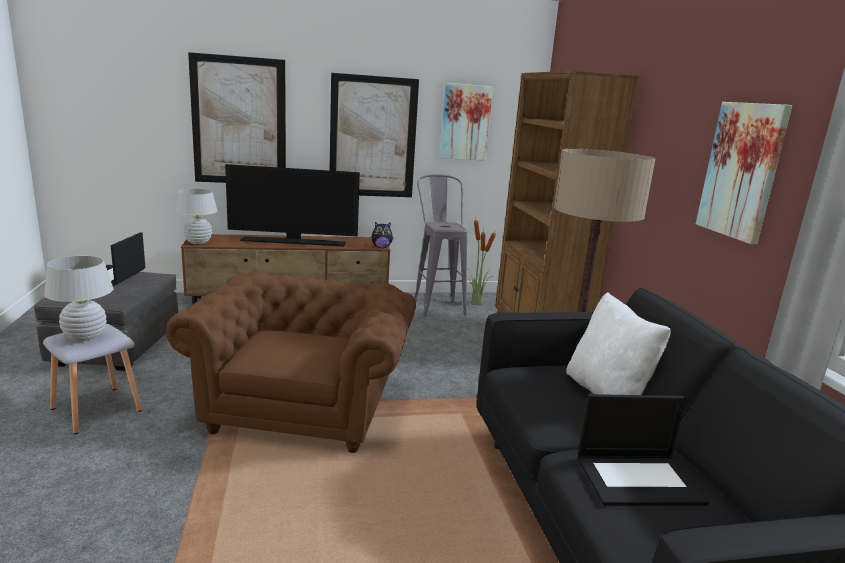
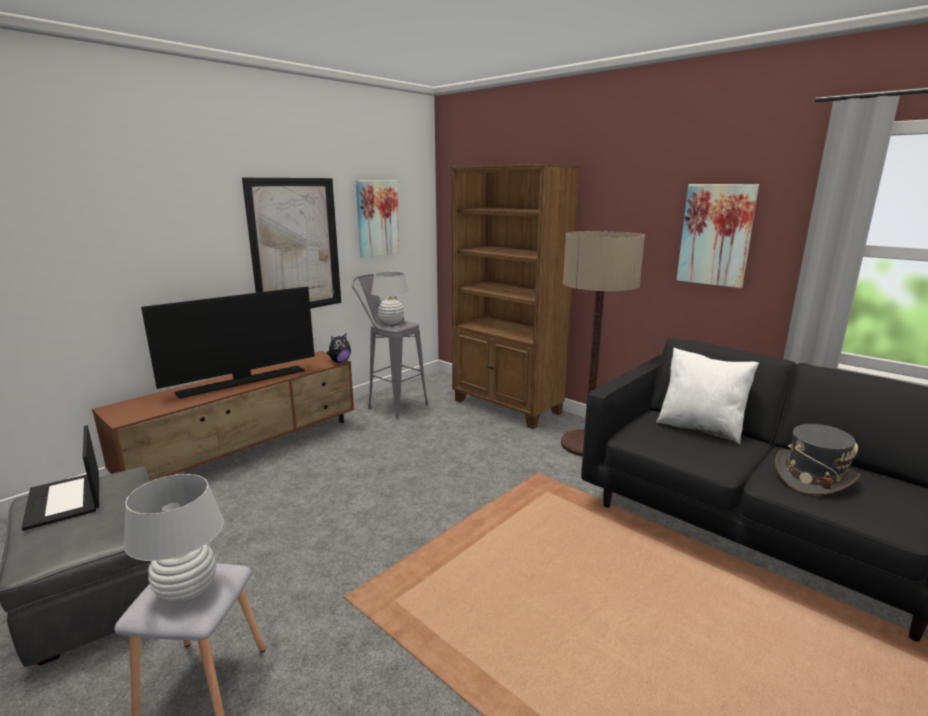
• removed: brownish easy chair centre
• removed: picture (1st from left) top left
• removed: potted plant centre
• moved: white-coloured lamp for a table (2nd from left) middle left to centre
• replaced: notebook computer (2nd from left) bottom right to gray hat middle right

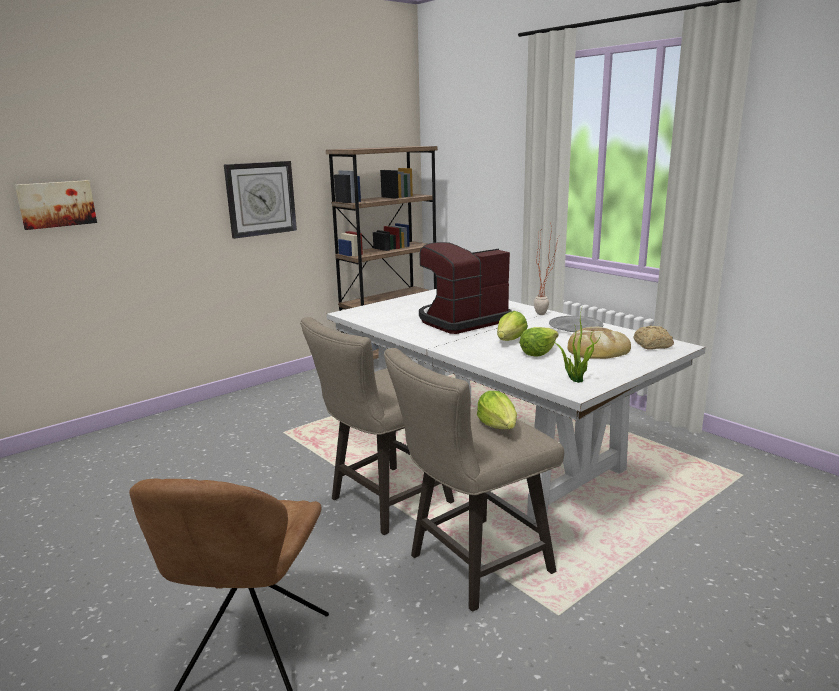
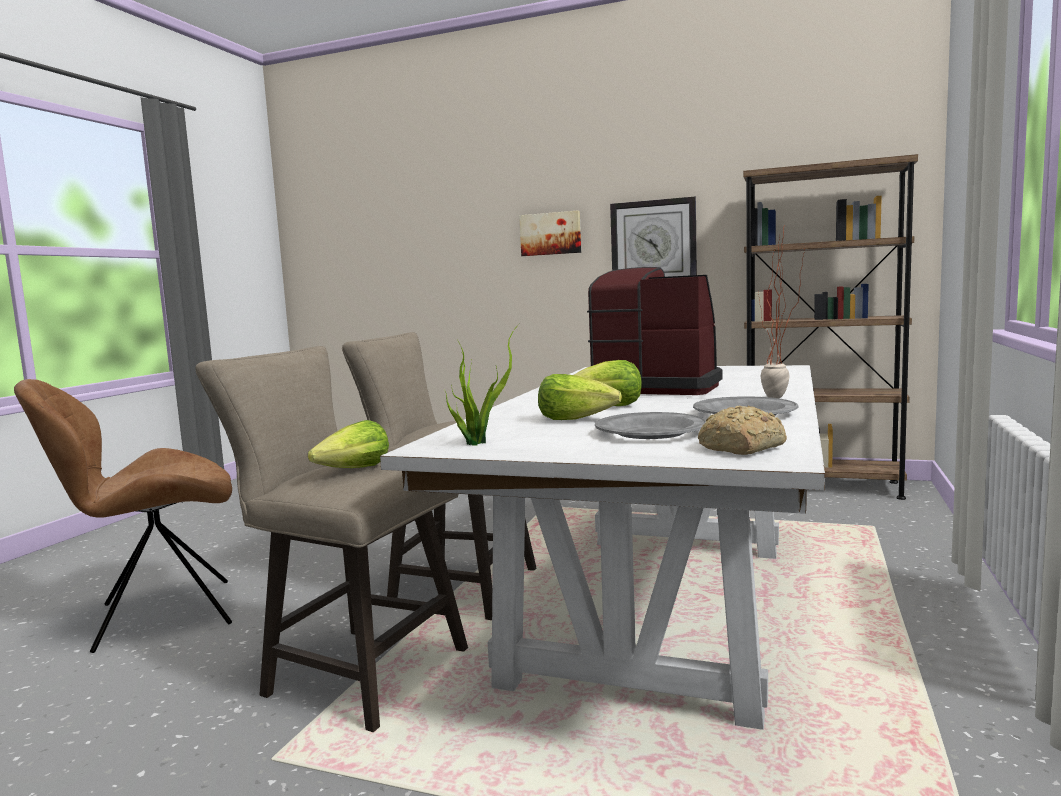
• moved: picture top left to top centre
• replaced: bakery bread (1st from left) middle right to gray flat dish (1st from left) centre

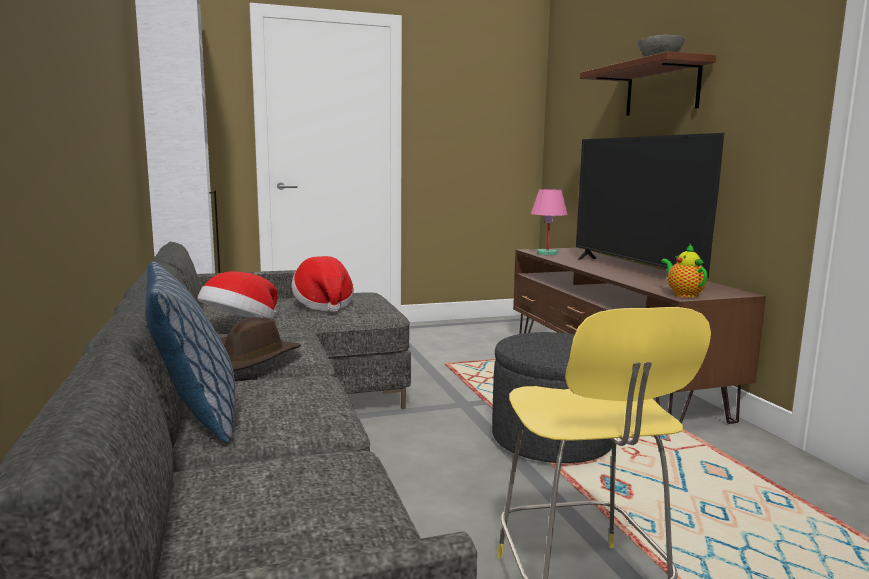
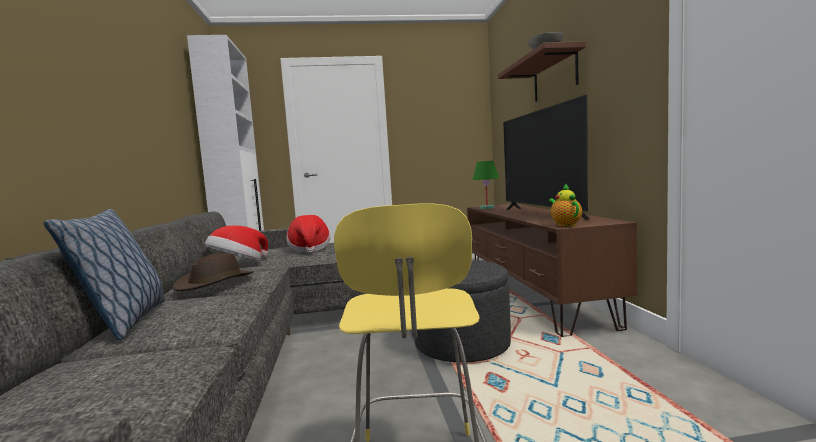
• recoloured: pink-coloured lamp for a table centre to green lamp for a table centre

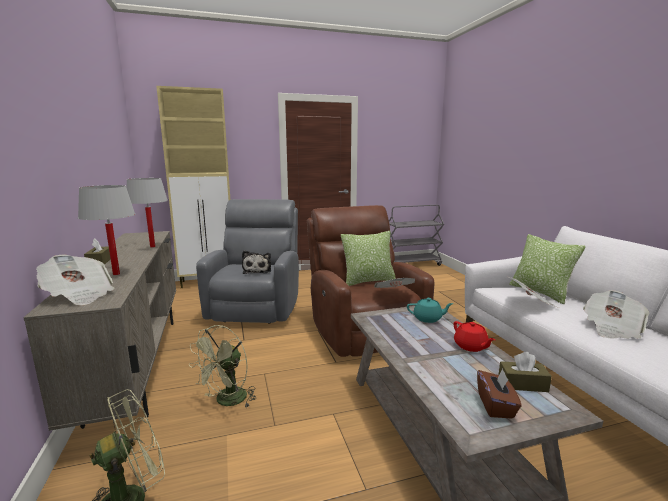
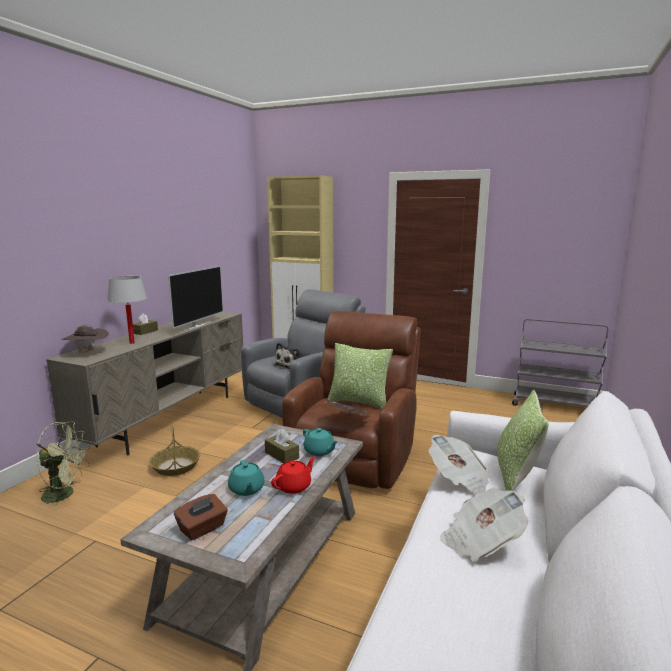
• added: turquoise tea pot (1st from left) bottom centre
• moved: brownish box of tissues (3rd from left) bottom right to centre
• replaced: printed paper (1st from left) middle left to brownish hat middle left
• replaced: white-coloured lamp for a table (2nd from left) middle left to TV middle left
• replaced: green cooling fan (2nd from left) bottom left to basket bottom left
• turned: red tea pot bottom right = bottom centre 150 degrees counterclockwise

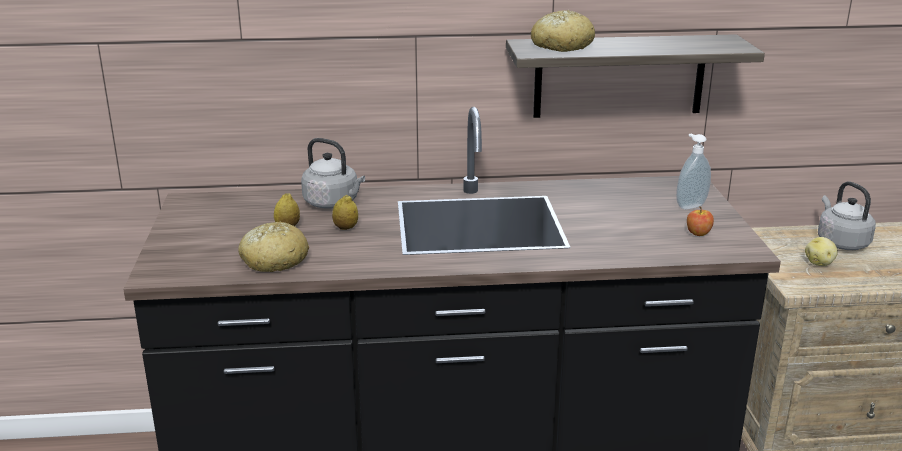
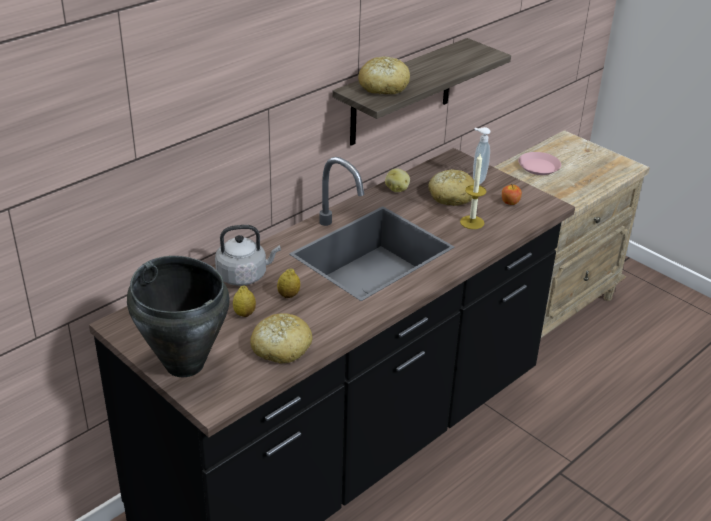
• added: black-coloured cooking pot middle left
• added: bakery bread (3rd from left) centre
• added: wax candle centre
• moved: potato middle right to centre
• replaced: gray water kettle (2nd from left) middle right to pink-coloured flat dish top right

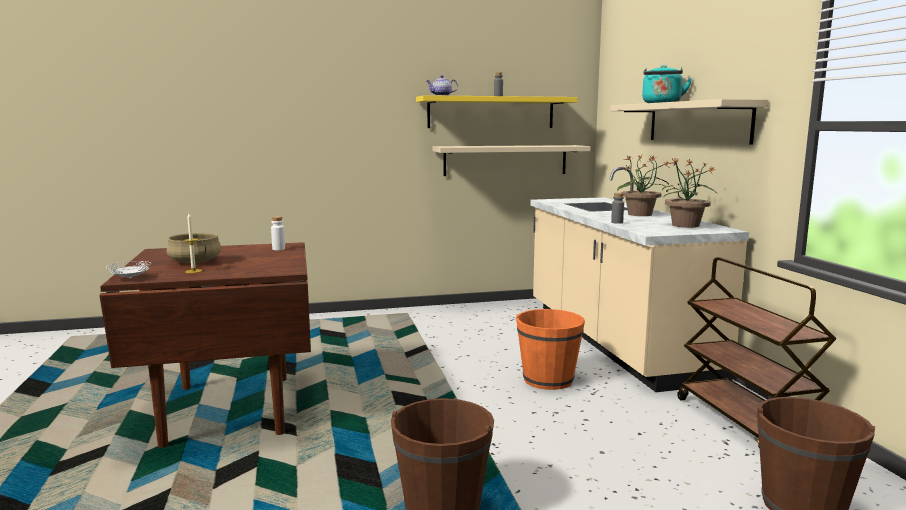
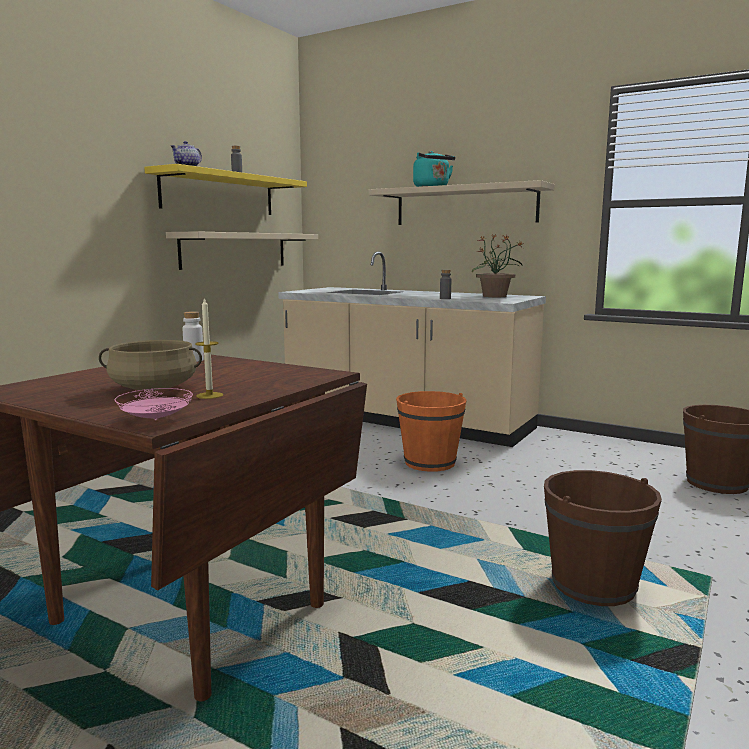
• removed: potted plant (1st from left) middle right
• removed: brownish wheeled cart bottom right
• recoloured: white-coloured flat dish middle left to pink-coloured flat dish middle left

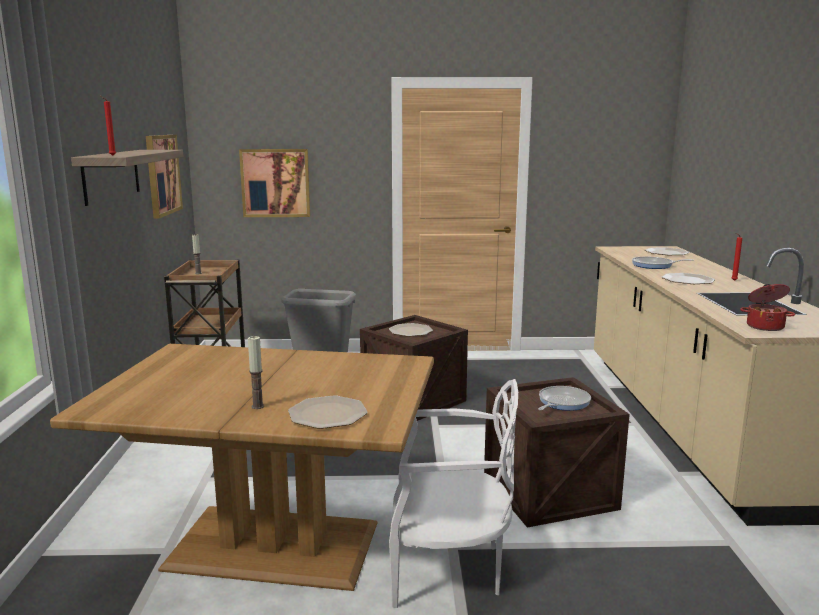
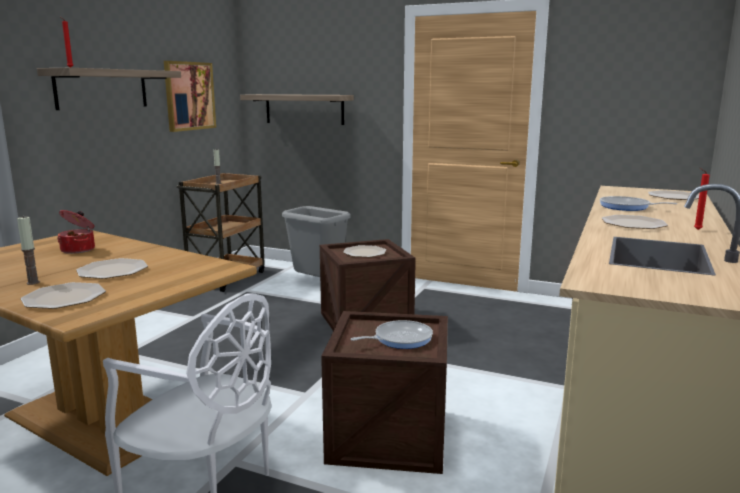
• added: flat dish (2nd from left) middle left
• moved: cooking pot middle right to middle left
• replaced: picture (2nd from left) top centre to wall shelf (2nd from left) top centre

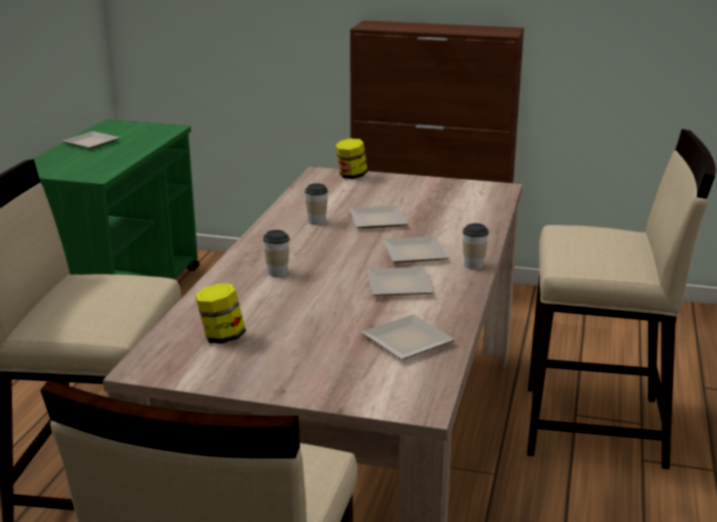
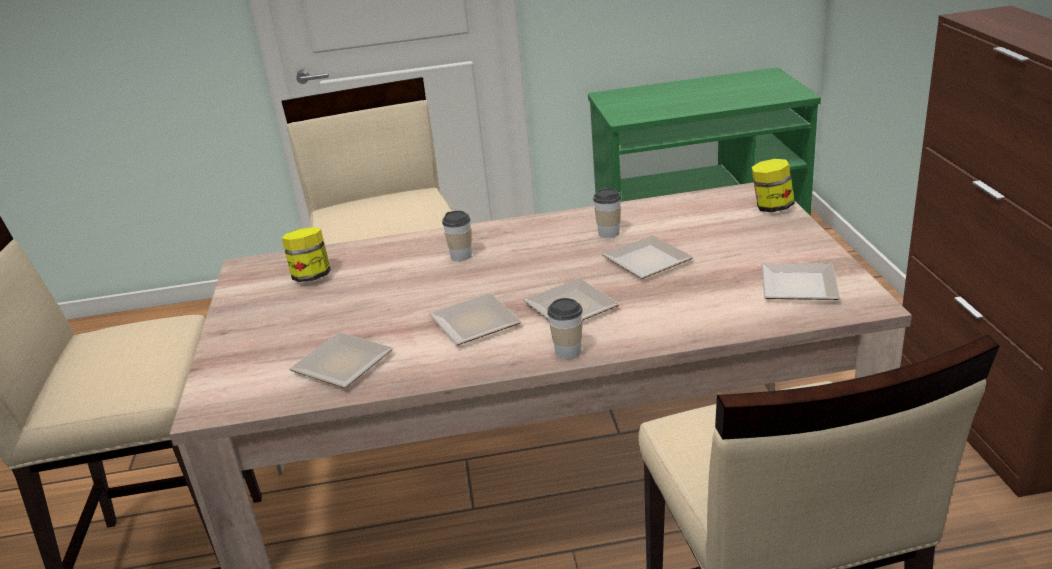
• moved: flat dish (1st from left in the first image) top left to flat dish (5th from left) middle right

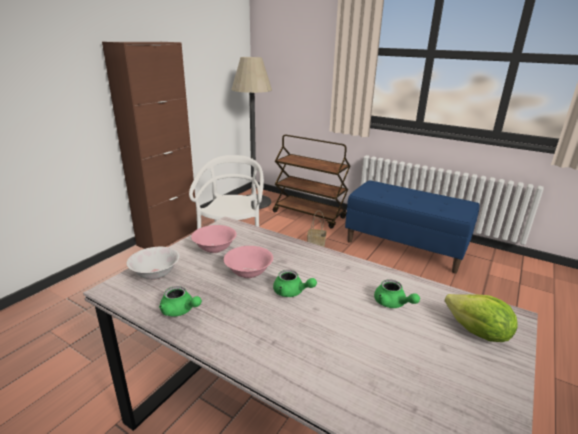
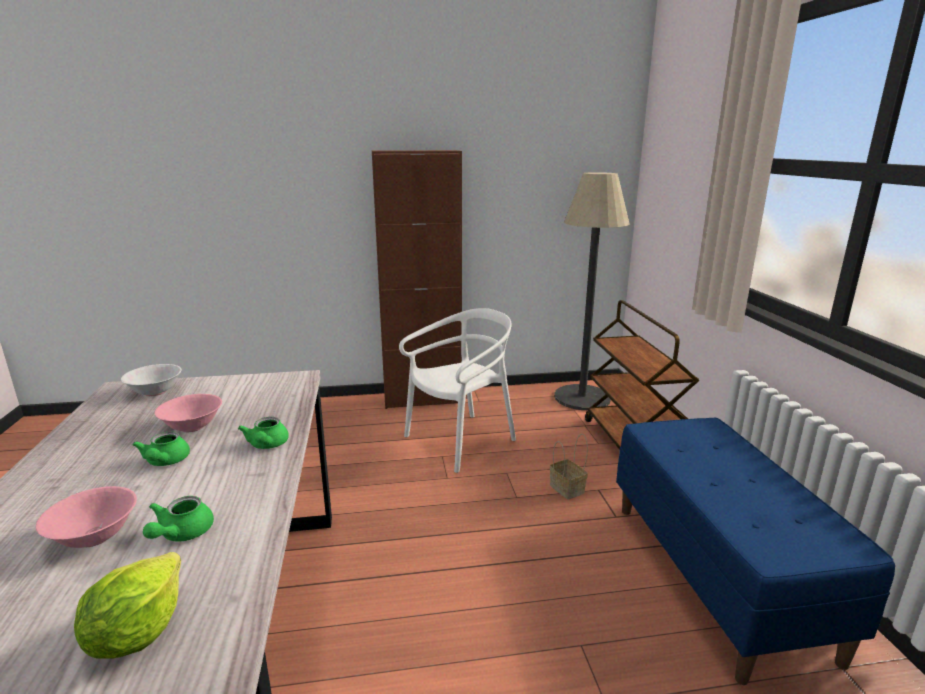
• moved: green tea pot (1st from left in the first image) bottom left to green tea pot (3rd from left) middle left
• moved: pink-coloured bowl (1st from left) centre to bottom left

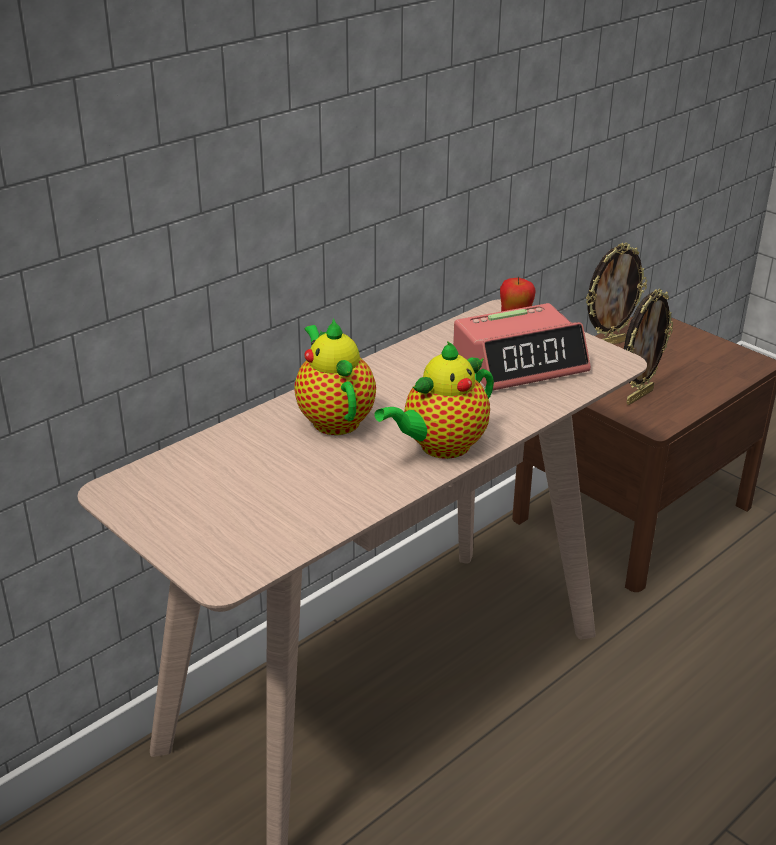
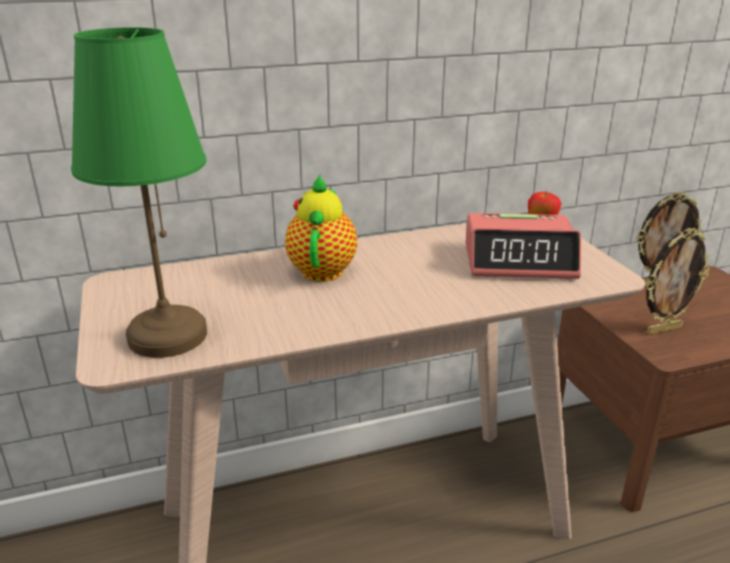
• removed: tea pot (2nd from left) centre
• added: green lamp for a table middle left

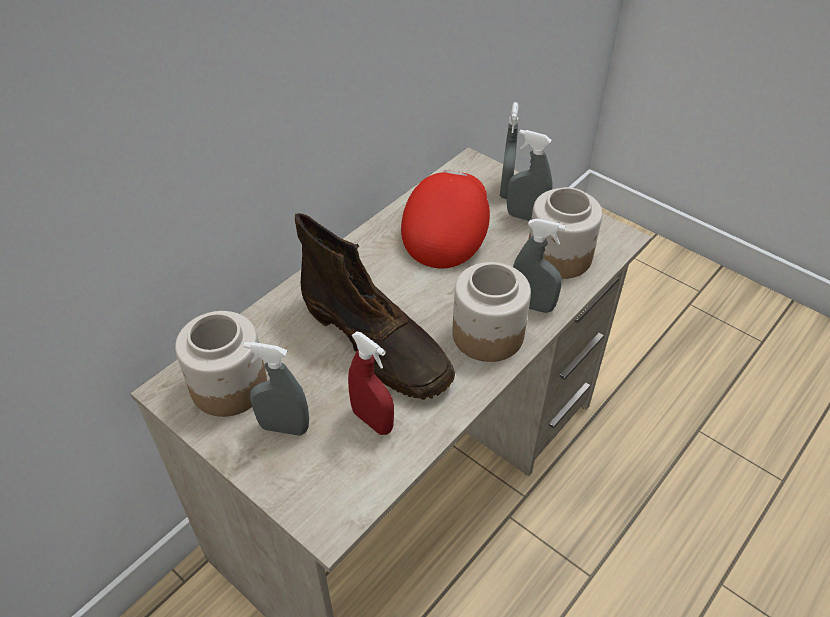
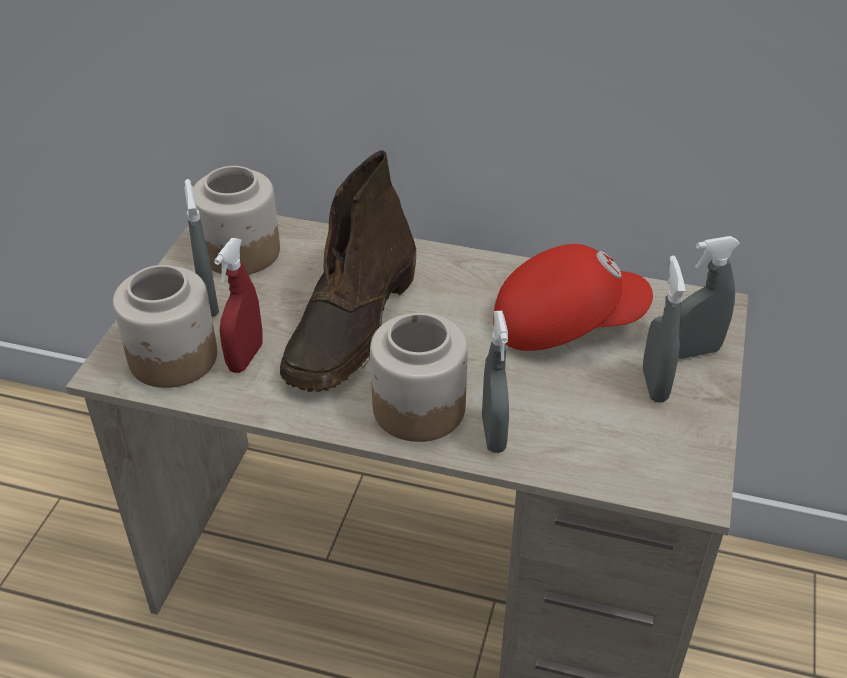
• moved: jar (3rd from left in the first image) middle right to jar (1st from left) middle left

